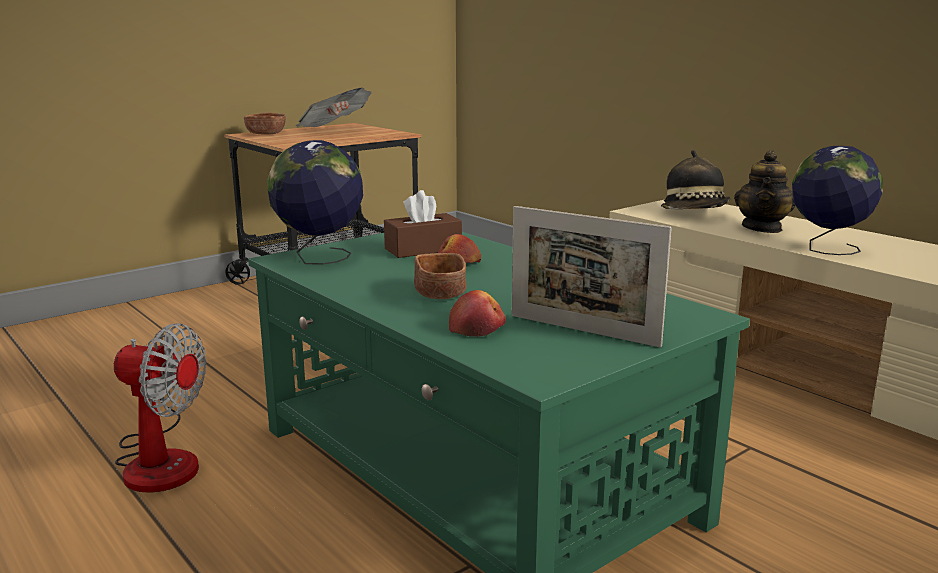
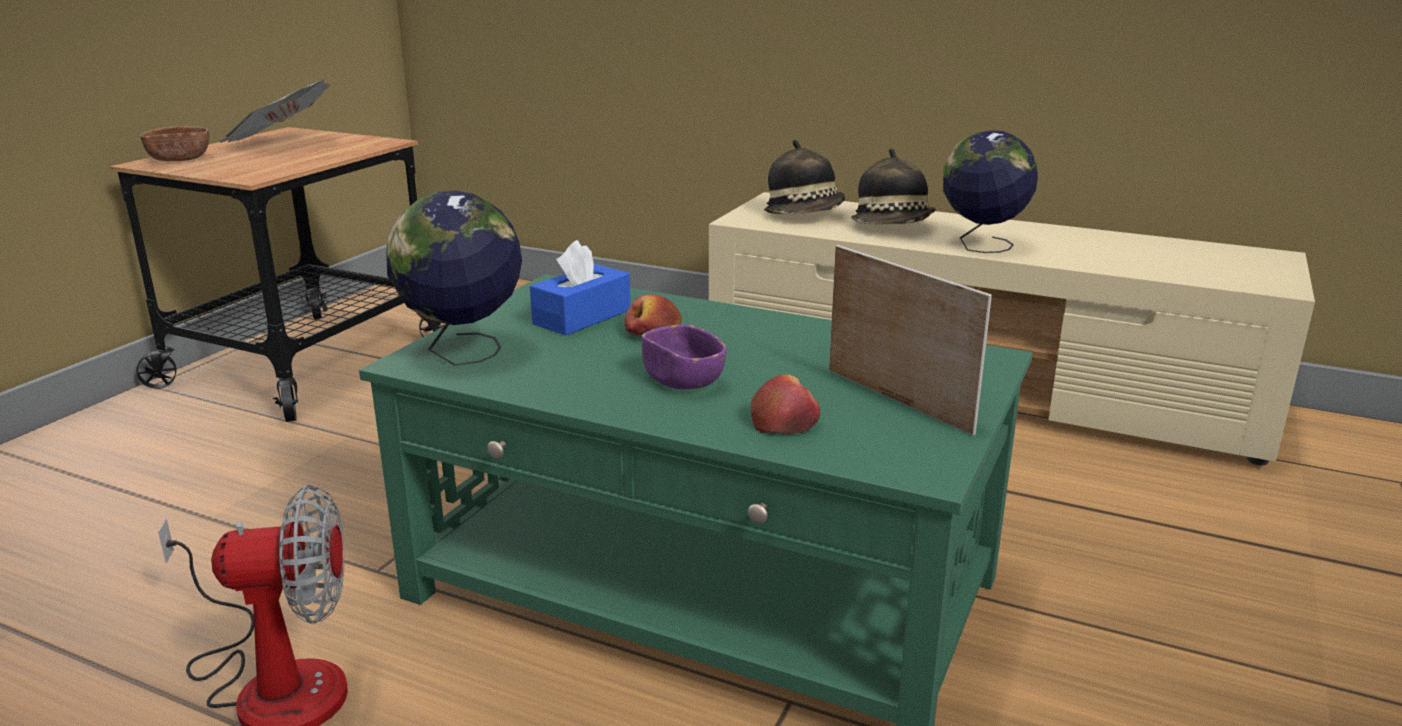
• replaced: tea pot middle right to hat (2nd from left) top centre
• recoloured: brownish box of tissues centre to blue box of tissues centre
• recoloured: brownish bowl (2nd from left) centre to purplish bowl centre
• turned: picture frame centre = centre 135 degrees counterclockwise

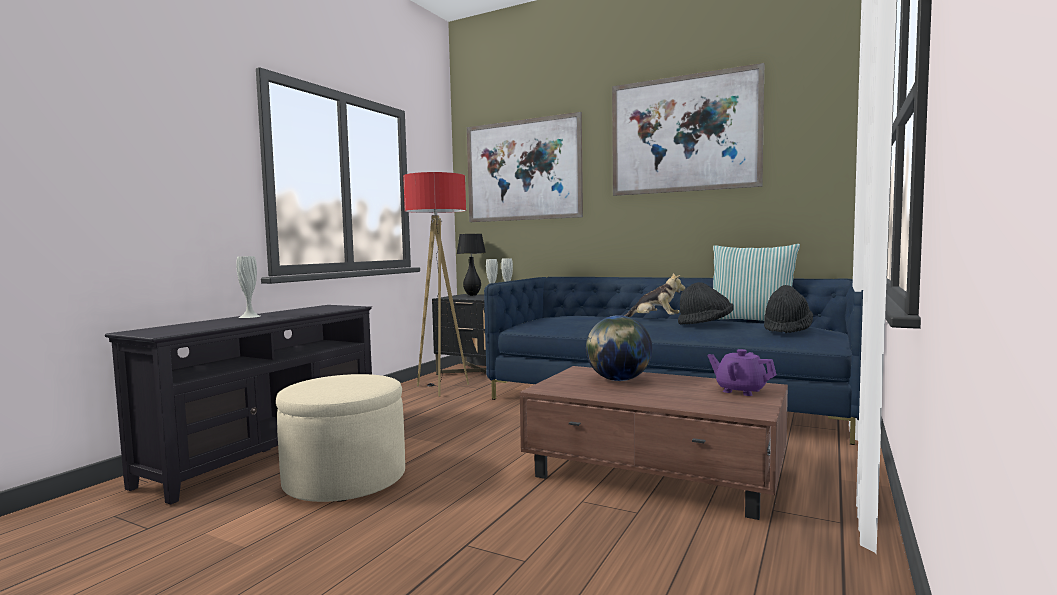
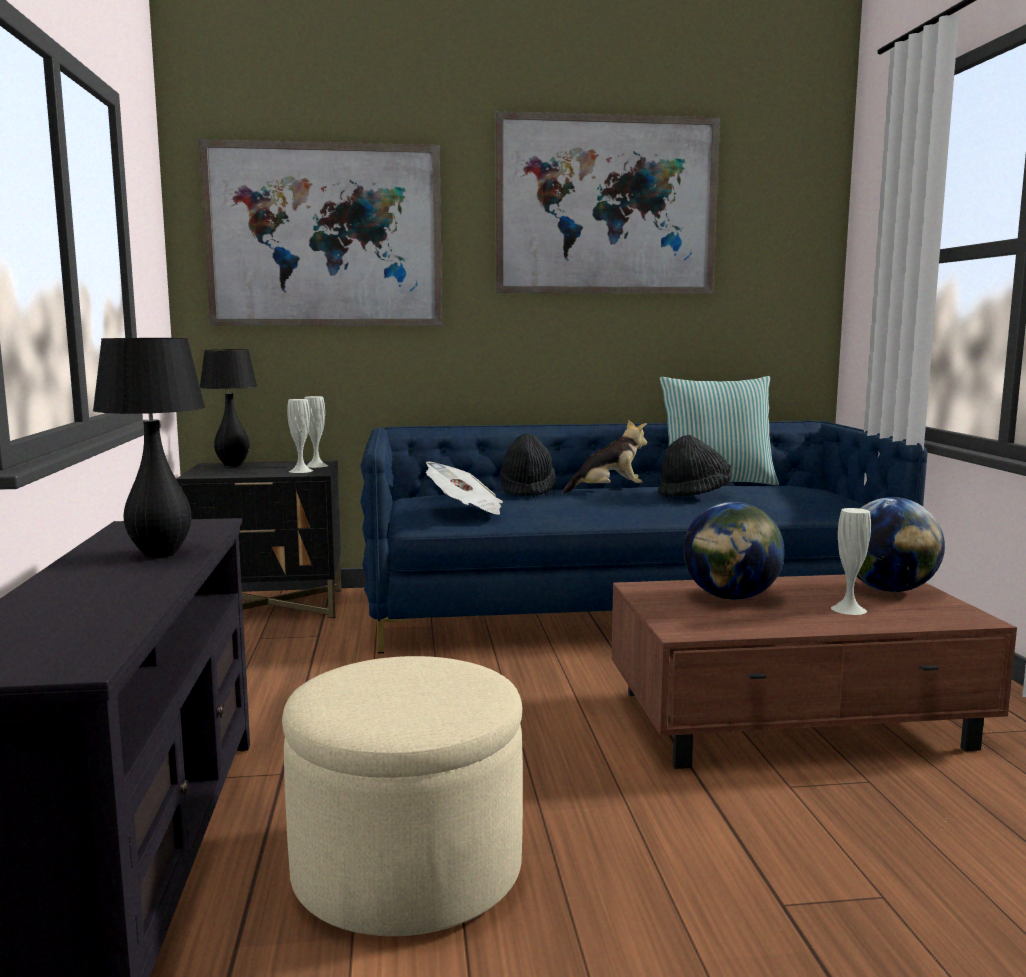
• removed: floor lamp centre
• added: black-coloured lamp for a table (1st from left) middle left
• added: printed paper centre
• moved: white-coloured flower vase (1st from left in the first image) middle left to white-coloured flower vase (3rd from left) middle right
• moved: black-coloured hat (2nd from left in the first image) middle right to black-coloured hat (1st from left) centre
• replaced: purplish tea pot middle right to world globe (2nd from left) middle right

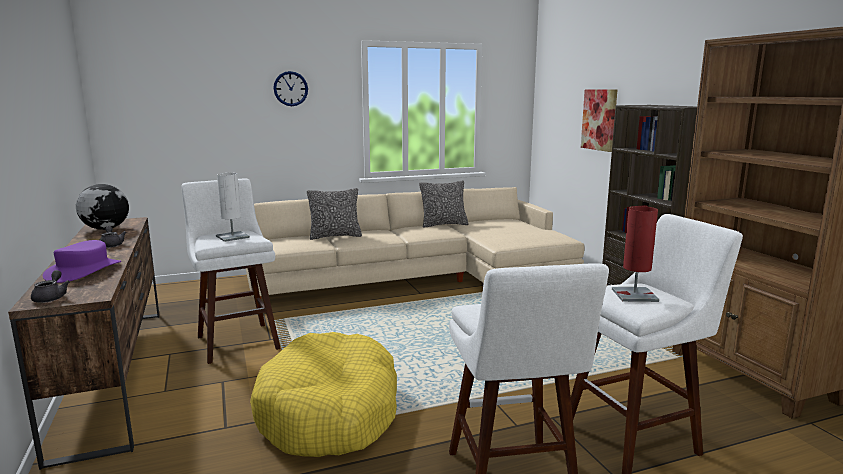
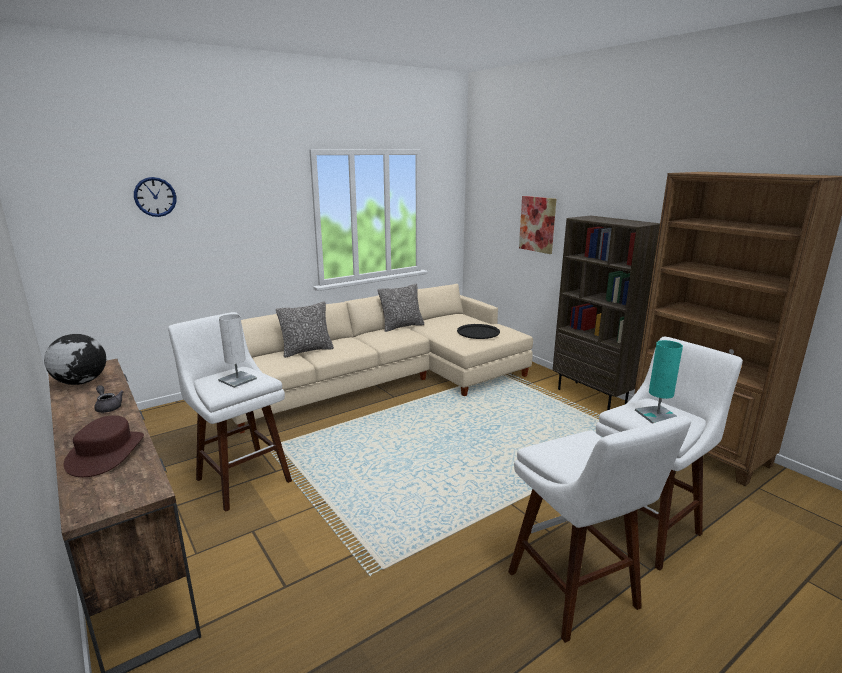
• removed: gray tea pot (1st from left) middle left
• removed: yellow-coloured pet bed bottom centre
• added: black-coloured carrying tray centre
• moved: hanging clock top centre to top left
• recoloured: purplish hat middle left to brownish hat middle left
• recoloured: red lamp for a table middle right to turquoise lamp for a table middle right

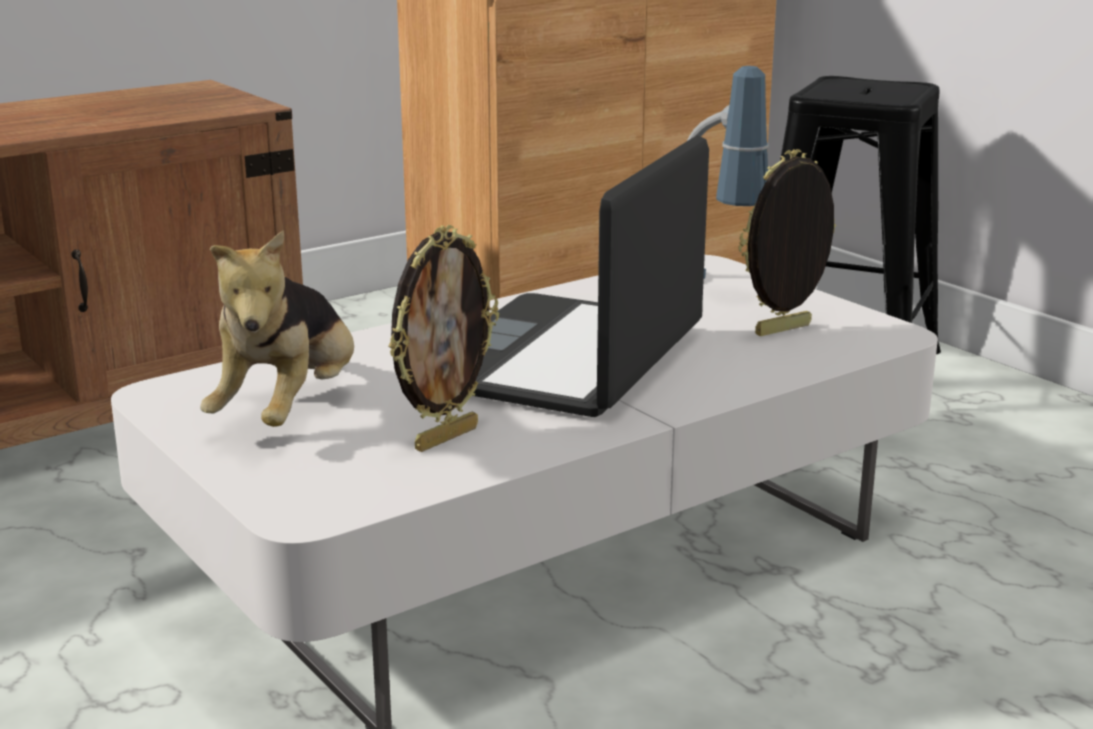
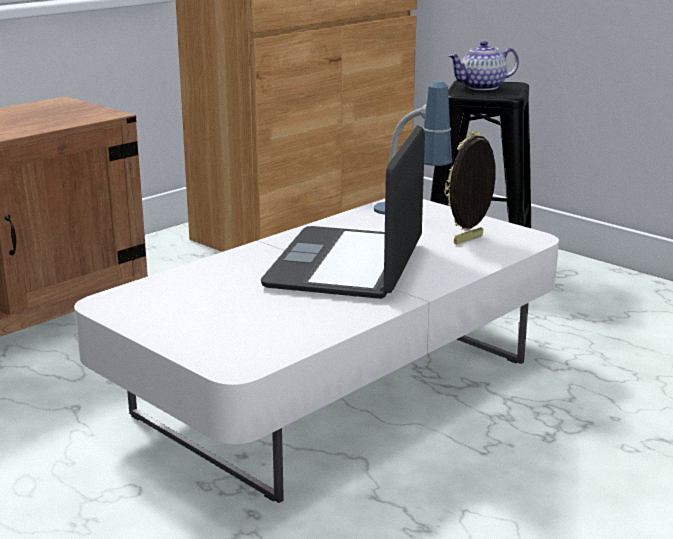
• removed: soft toy middle left
• removed: picture frame (1st from left) centre
• added: tea pot top right

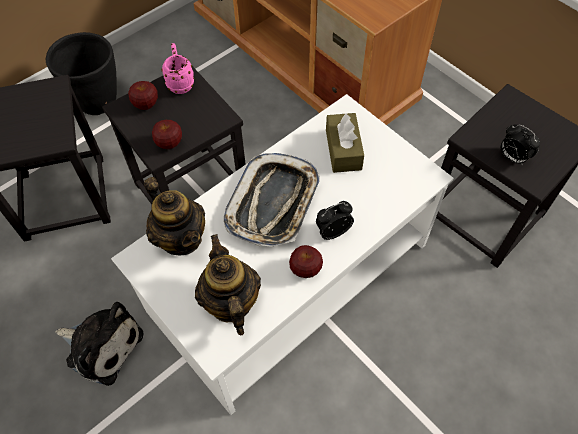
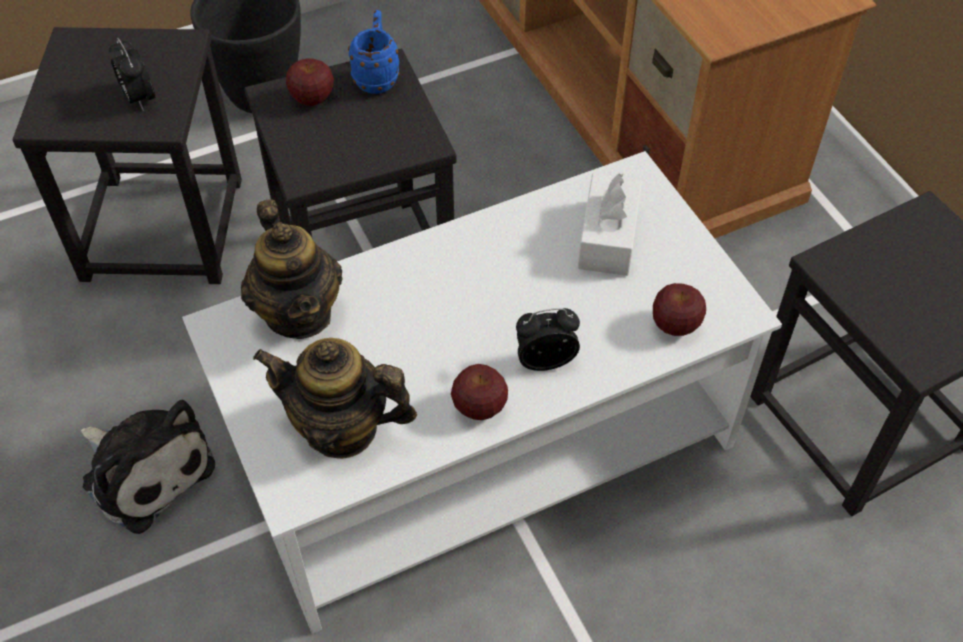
• removed: carrying tray centre
• moved: apple fruit (2nd from left in the first image) top left to apple fruit (3rd from left) middle right
• moved: alarm clock (2nd from left in the first image) middle right to alarm clock (1st from left) top left
• recoloured: pink-coloured mug top left to blue mug top centre
• recoloured: brownish box of tissues top centre to white-coloured box of tissues centre
• turned: tea pot (2nd from left) centre = centre 75 degrees counterclockwise

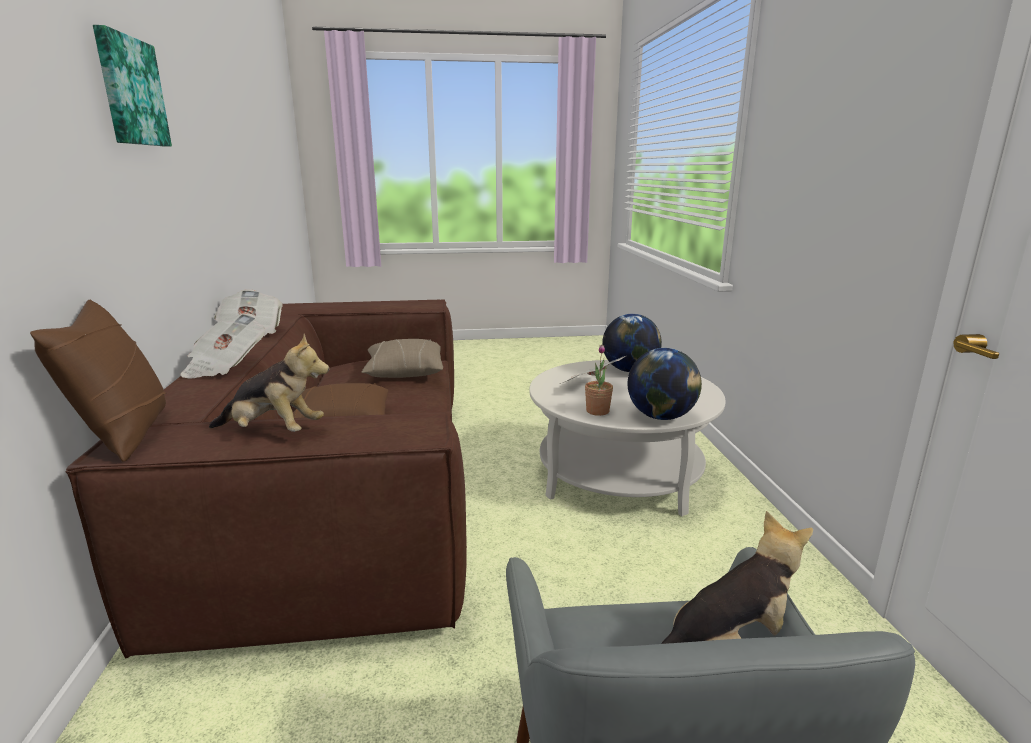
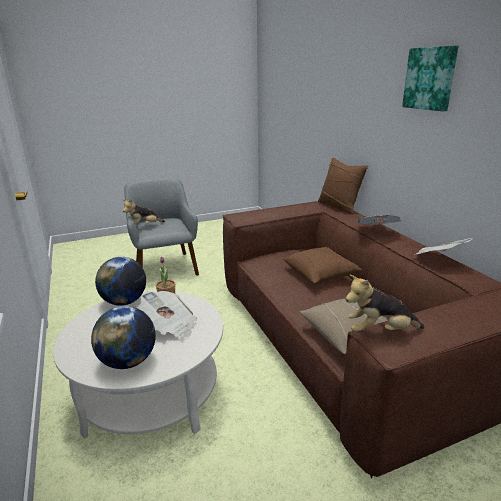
• moved: soft toy (1st from left in the first image) middle left to soft toy (2nd from left) middle right

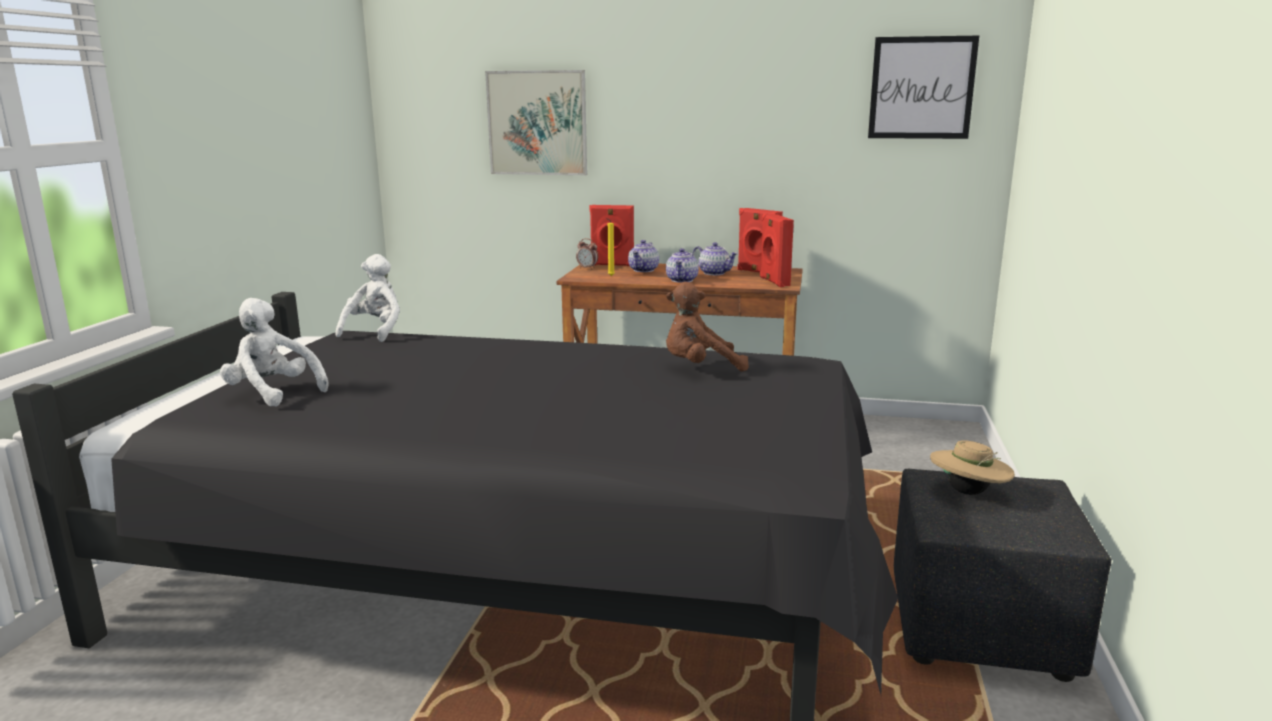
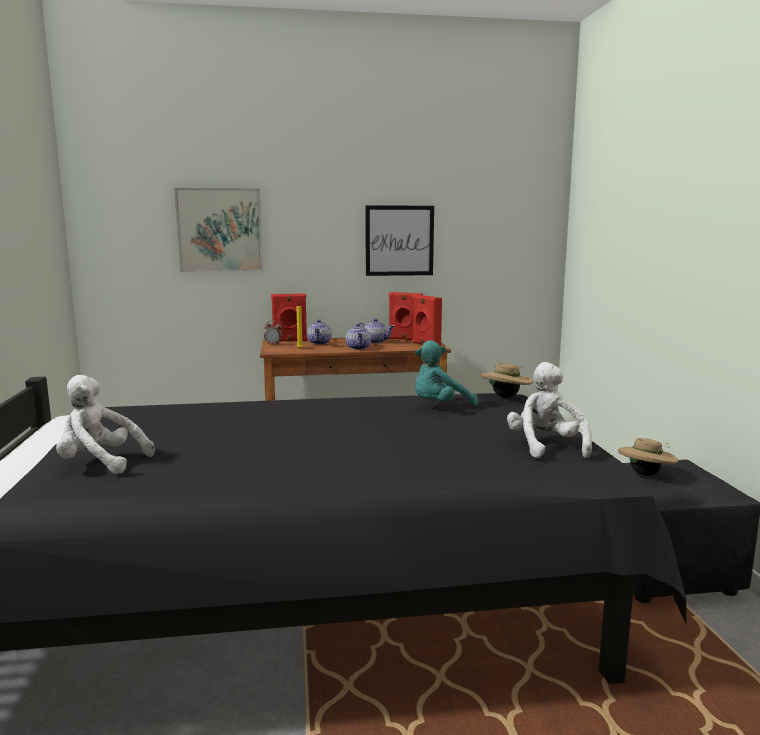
• added: beige hat (1st from left) middle right
• moved: white-coloured soft toy (2nd from left) middle left to middle right
• moved: picture (2nd from left) top right to top centre
• recoloured: brownish soft toy centre to turquoise soft toy centre

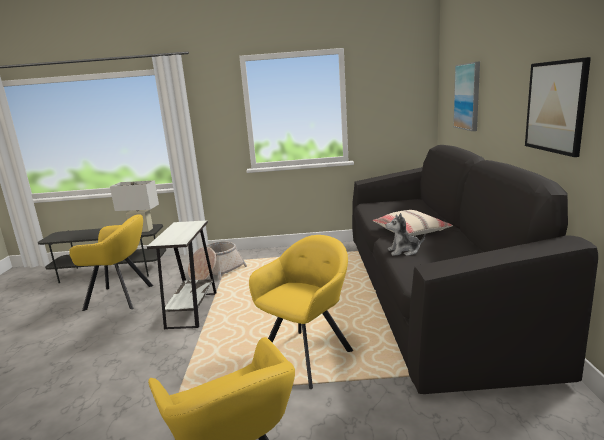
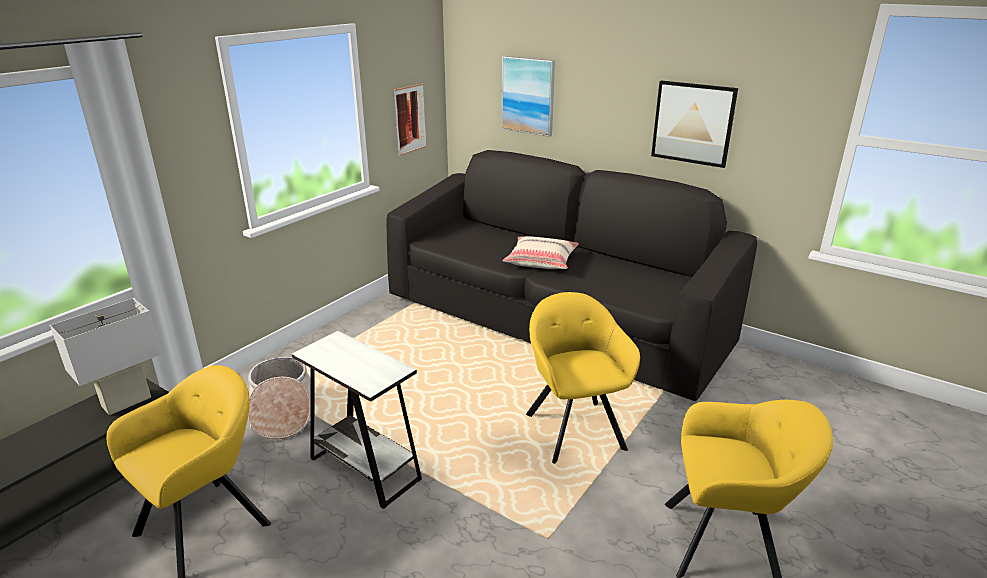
• removed: soft toy middle right
• added: picture (1st from left) top centre

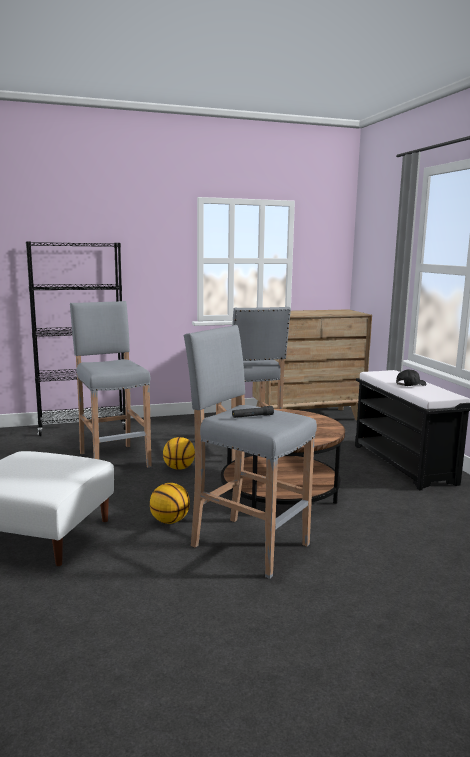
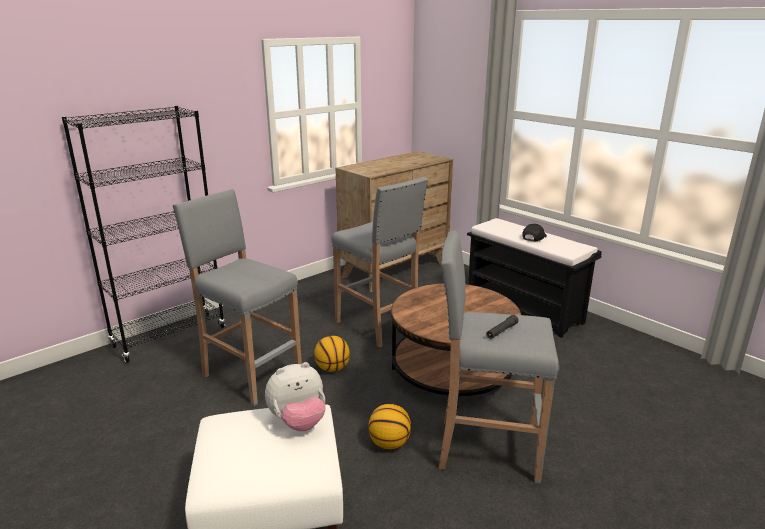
• added: soft toy bottom centre

